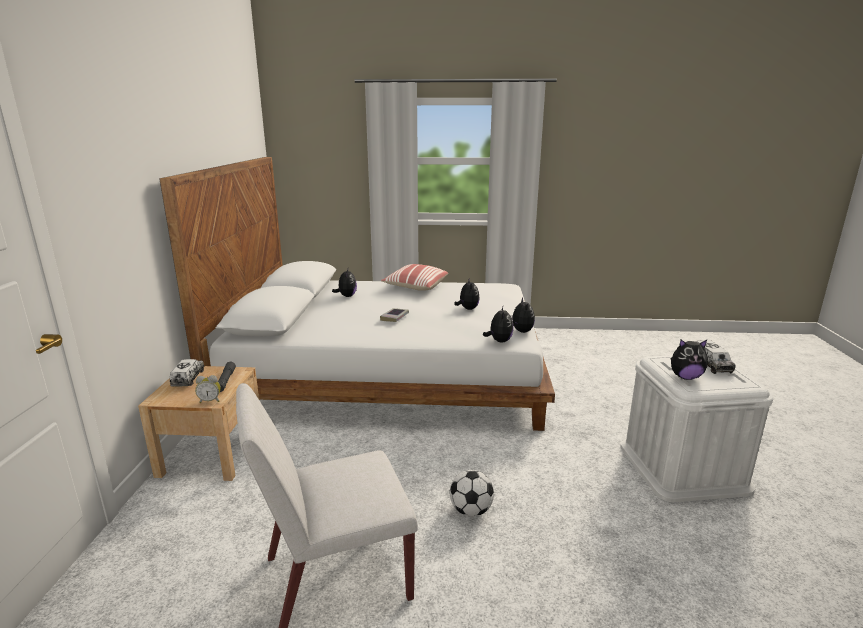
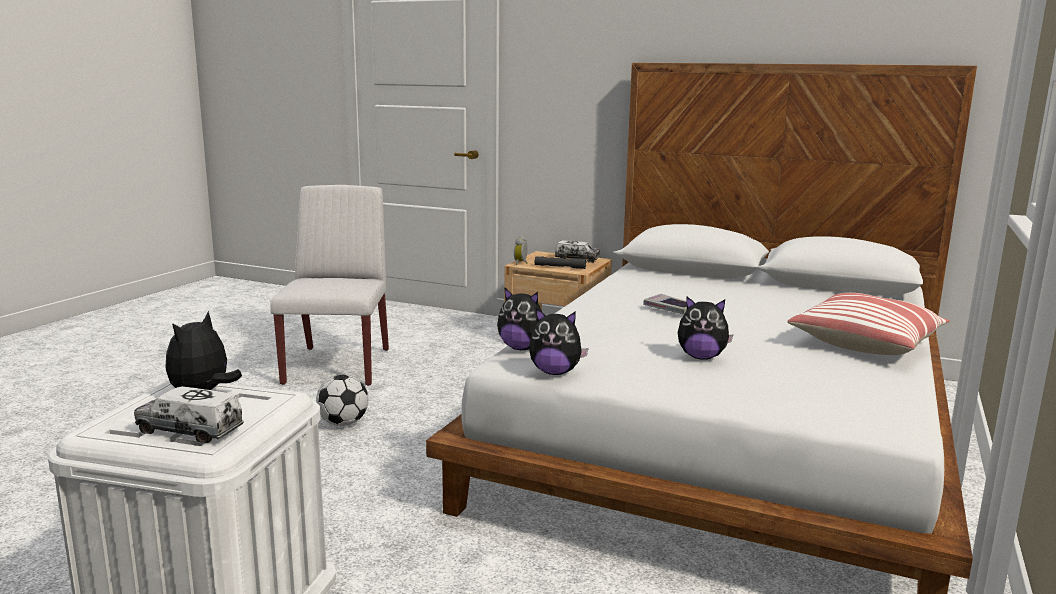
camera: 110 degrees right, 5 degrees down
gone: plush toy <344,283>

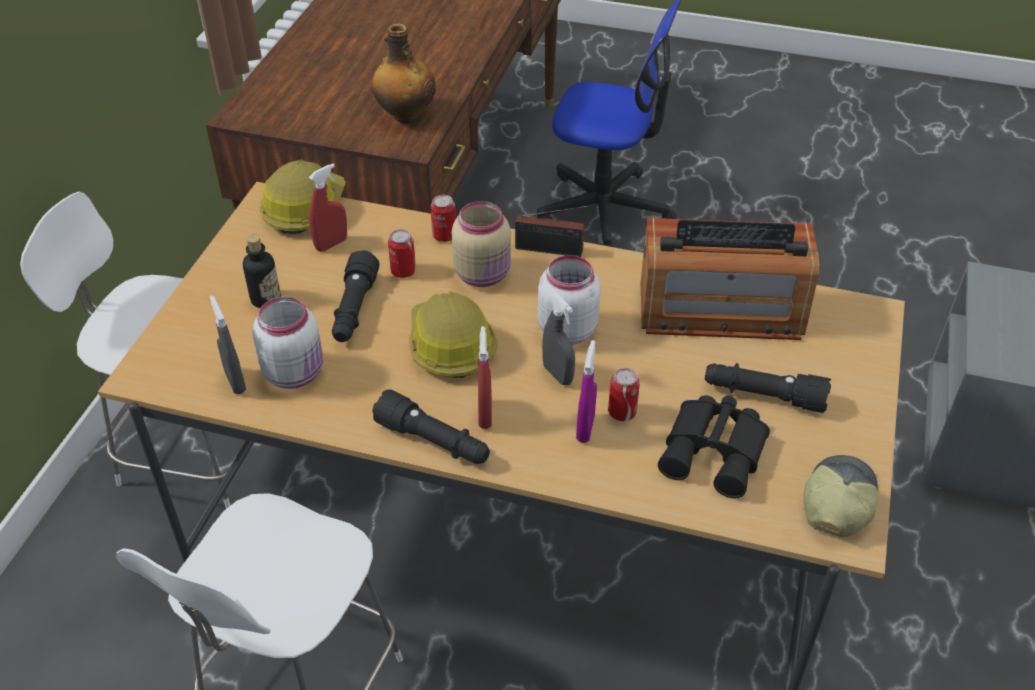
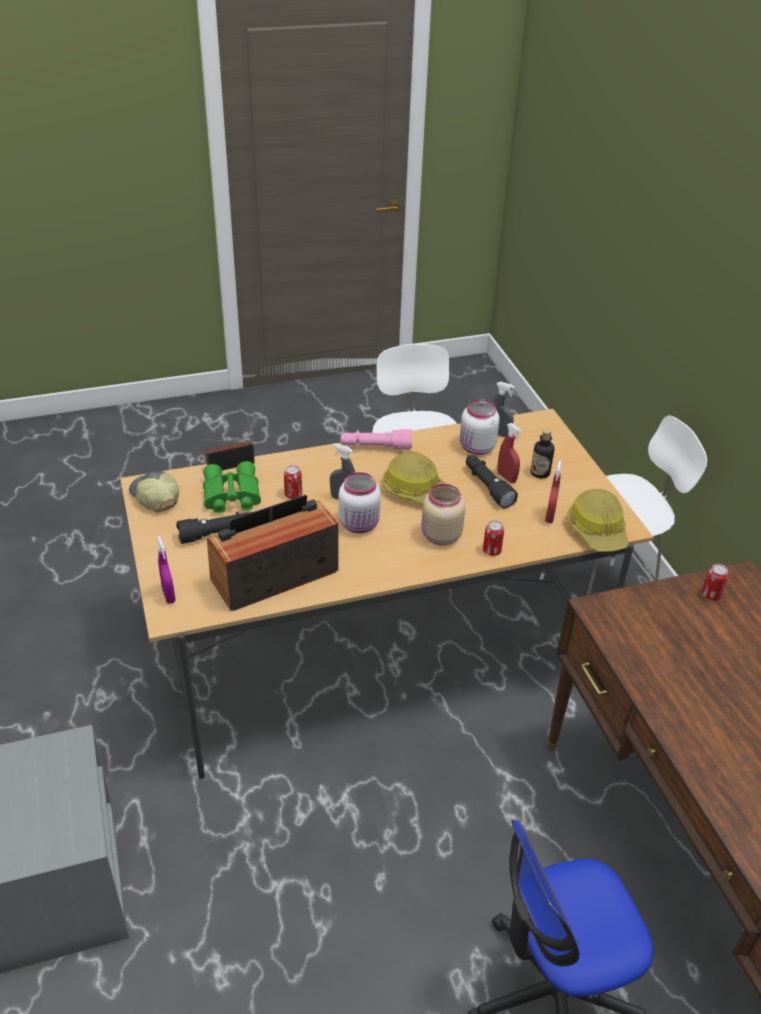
camera: 145 degrees right, 5 degrees down
gone: bottle <404,74>
shifted: radio set <554,231> to <227,454>; sealed can <402,253> to <715,582>; sprayer (red-coloured) <485,377> to <509,453>; sprayer (purplish) <586,391> to <166,570>
repainted: hand torch (blackish) <431,426> to hand torch (pinkish) <376,439>; pair of binoculars (blackish) <714,446> to pair of binoculars (green) <232,487>
rotated: peaked cap <841,496> = <154,492> 150 degrees clockwise

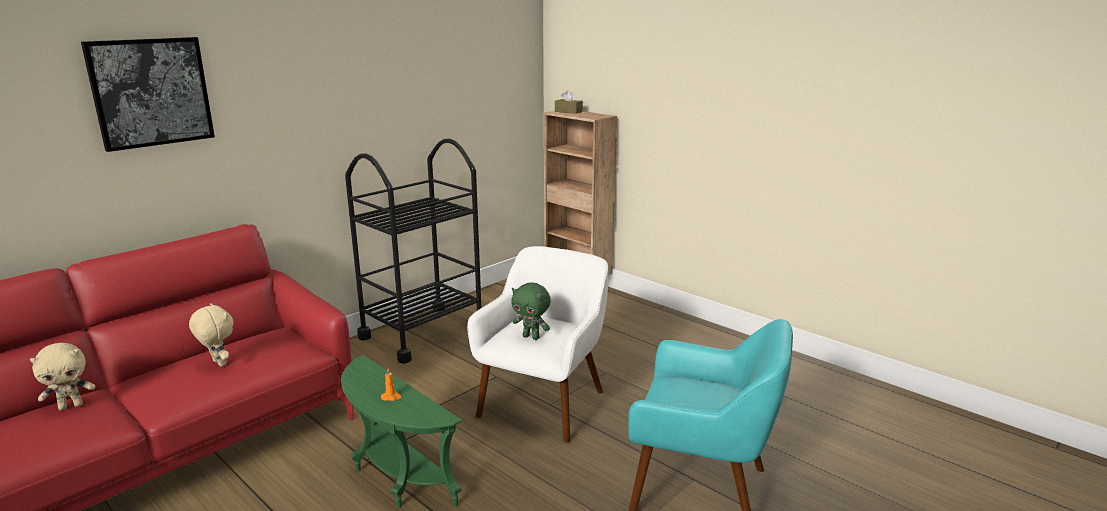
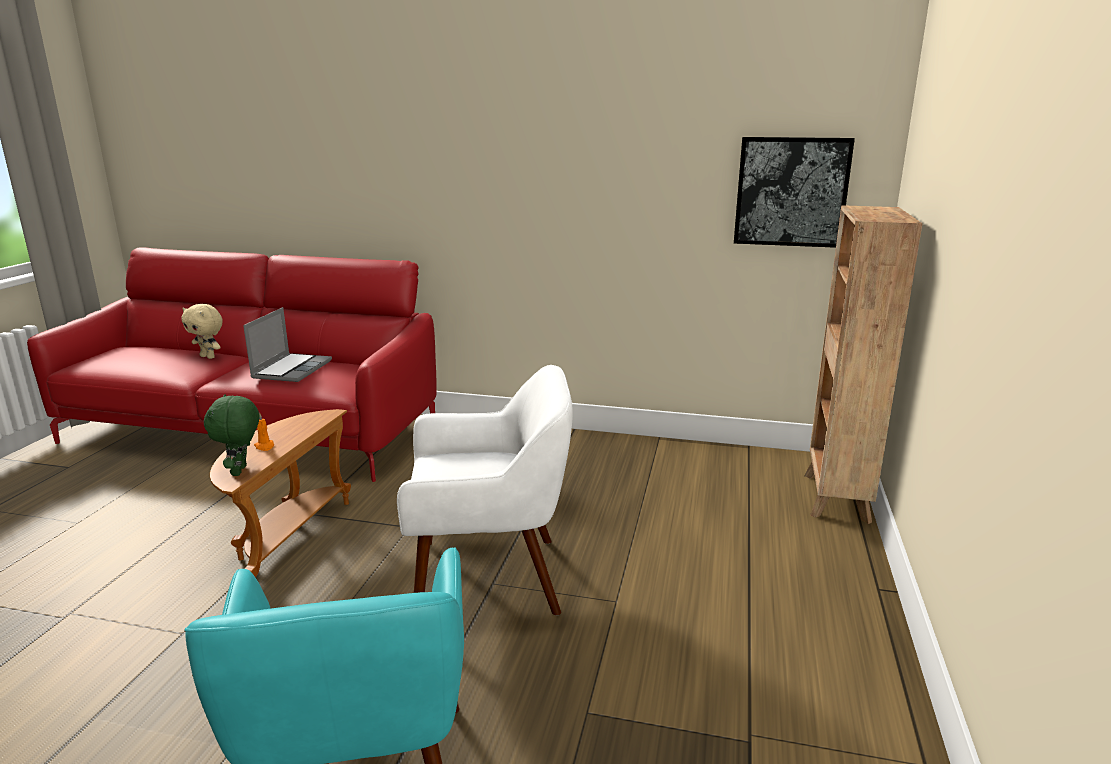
camera: 60 degrees right, 0 degrees up
gone: tissue box (brownish) <569,102>; cart (blackish) <413,251>
shifted: wall picture <148,94> to <794,192>; plush toy (green) <530,311> to <231,435>
swapped: plush toy (sand-coloured) <211,335> to laptop <287,344>
repainted: accent table (green) <401,431> to accent table (brownish) <280,493>

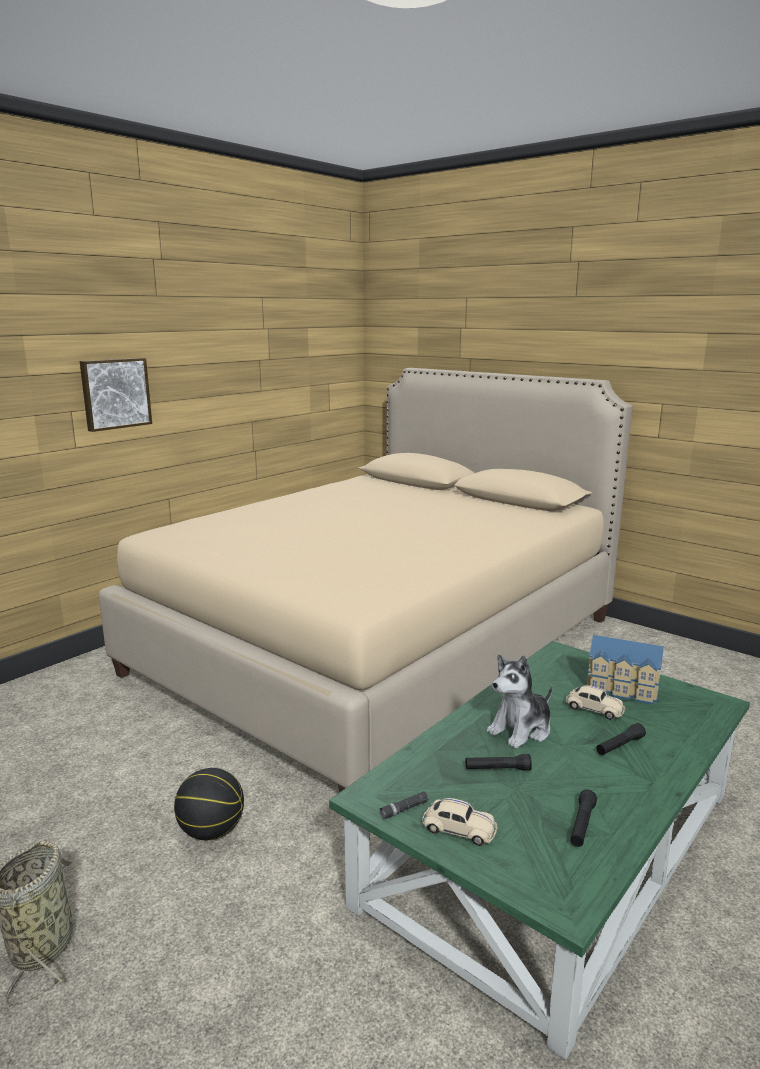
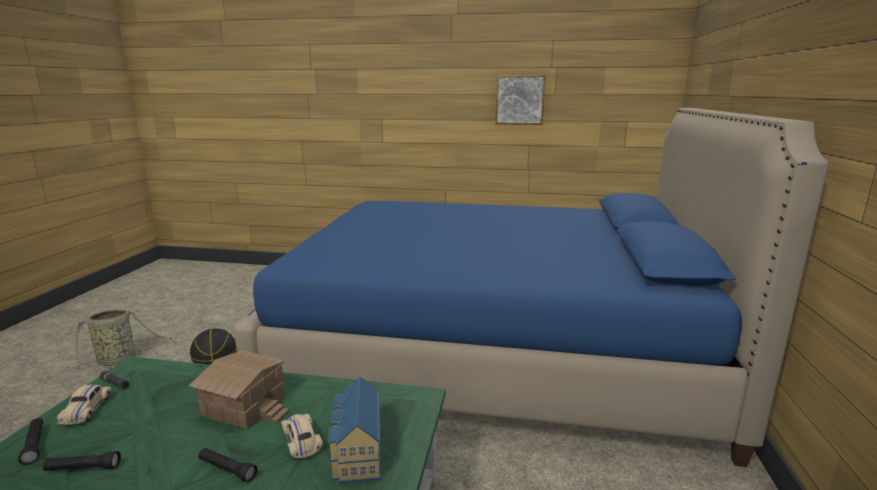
camera: 60 degrees right, 0 degrees up
shifted: wall picture <116,395> to <520,100>; hand torch (blackish) <498,762> to <30,441>
swapped: plush toy <519,701> to miniature house <239,390>
repainted: bed (sand-coloured) <366,580> to bed (blue) <531,287>
rotated: model car (sand-coloured) <596,702> = <302,436> 150 degrees clockwise

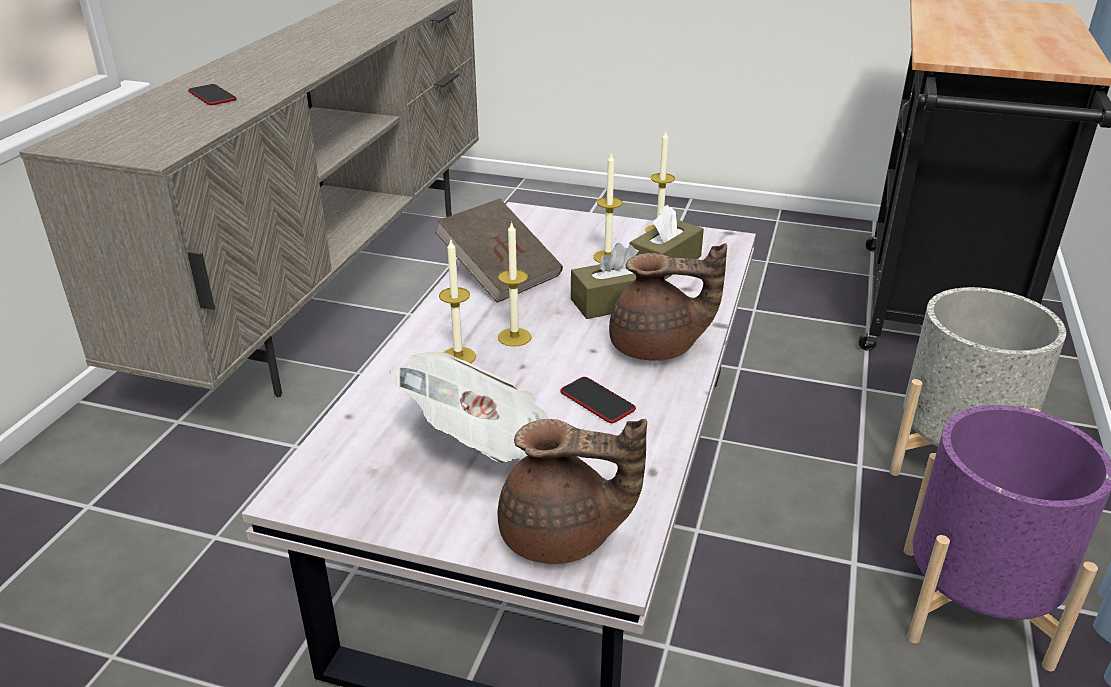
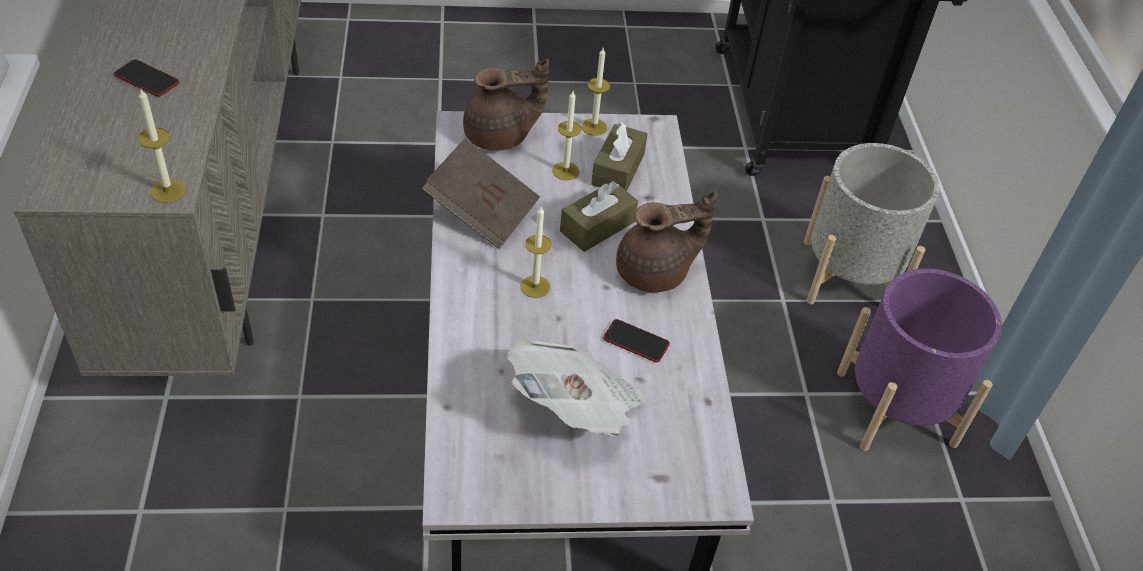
camera: 25 degrees left, 15 degrees up
shifted: wax light <457,301> to <162,146>; tea pot (brownish) <572,491> to <506,104>

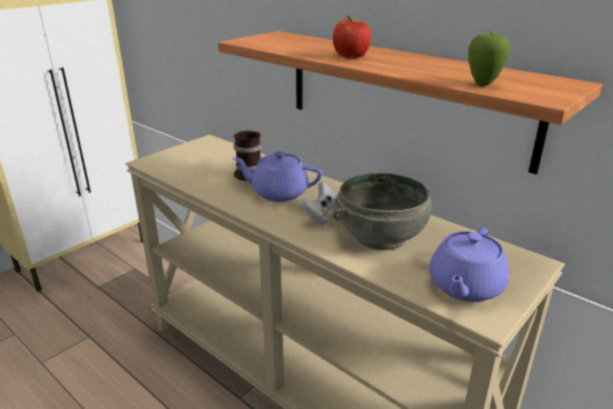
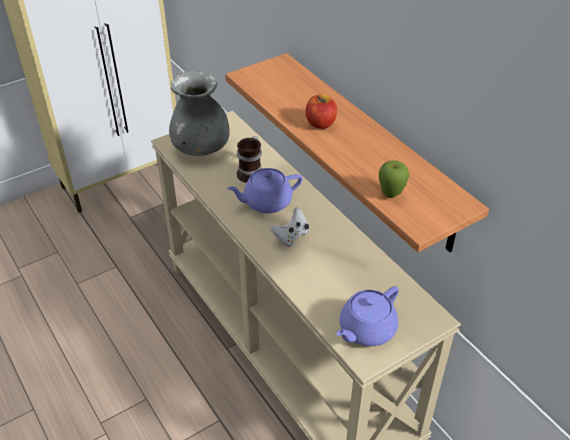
camera: 15 degrees right, 15 degrees up
gone: deep dish (greyish) <382,211>
new: flower vase (greyish) <199,113>
rotated: tea pot (purplish) <277,176> = <265,190> 45 degrees counterclockwise

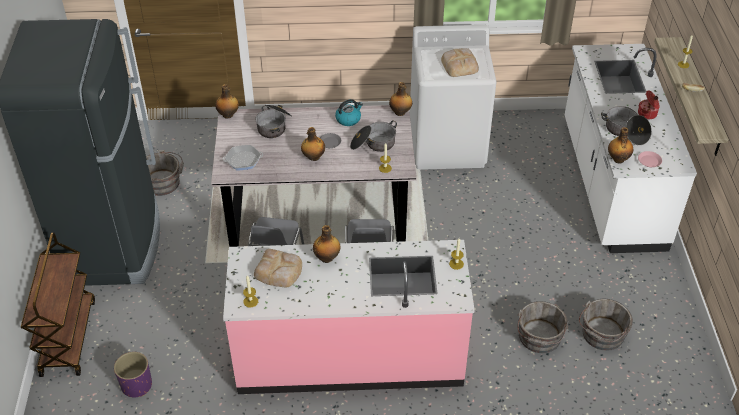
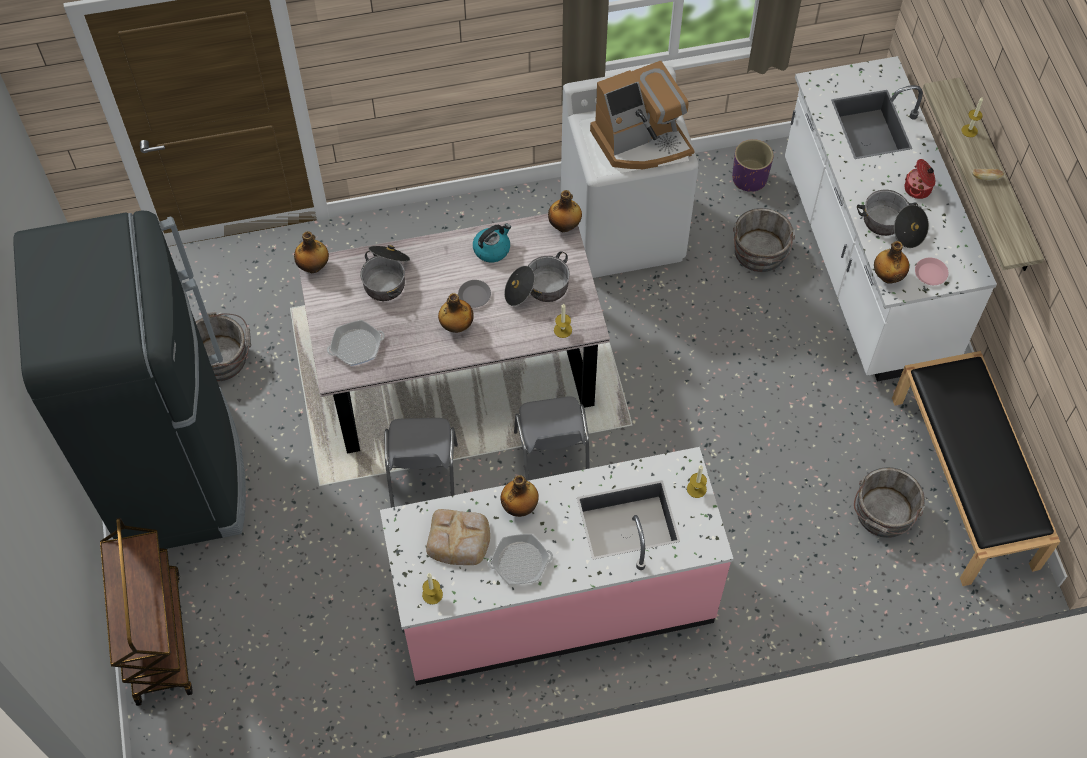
camera: 10 degrees left, 15 degrees up
new: bench (blackish) <976,468>; pan <520,559>
shifted: bucket (greyish) <543,327> to <764,240>; plant pot (purplish) <133,374> to <752,165>
swapped: bread <460,62> to coffee brewer <642,115>

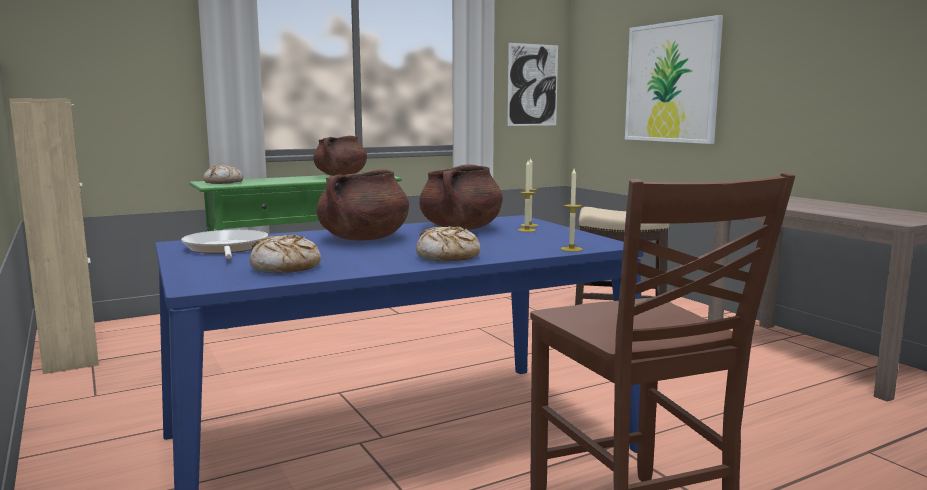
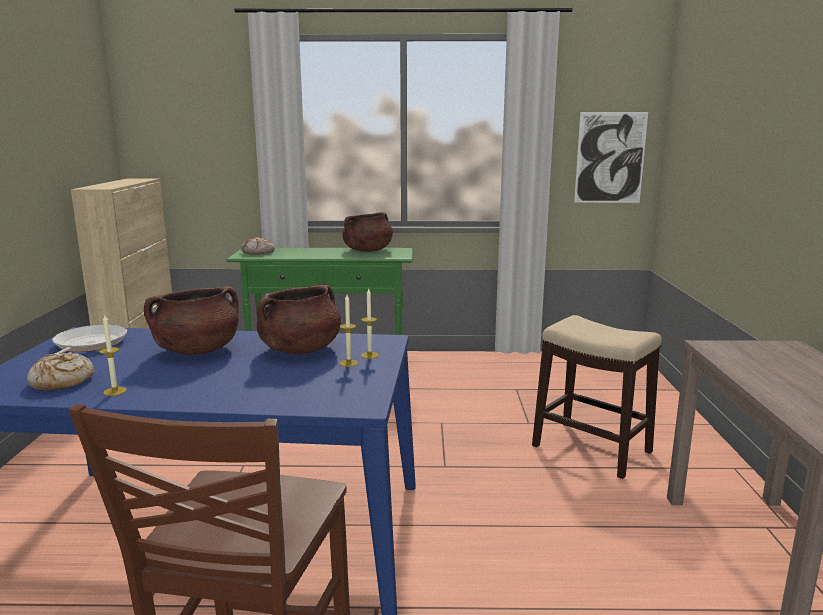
camera: 30 degrees right, 5 degrees up
gone: wall picture <674,79>; bread <448,243>
shifted: wax light <572,210> to <113,355>

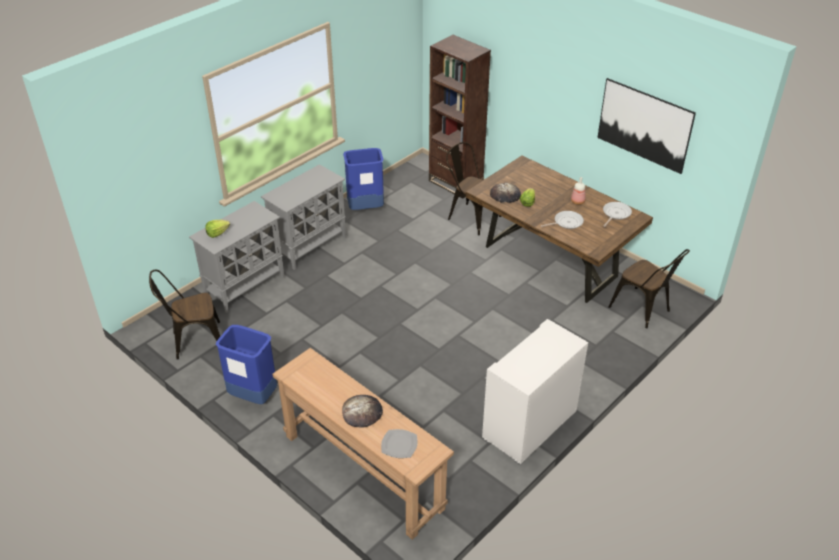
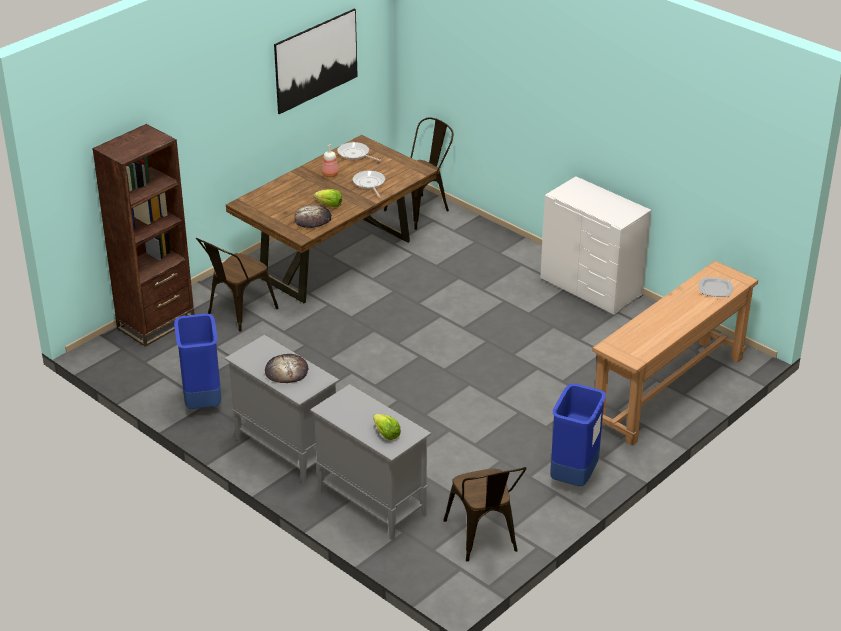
camera: 90 degrees left, 5 degrees down
shifted: bread <362,411> to <286,368>

